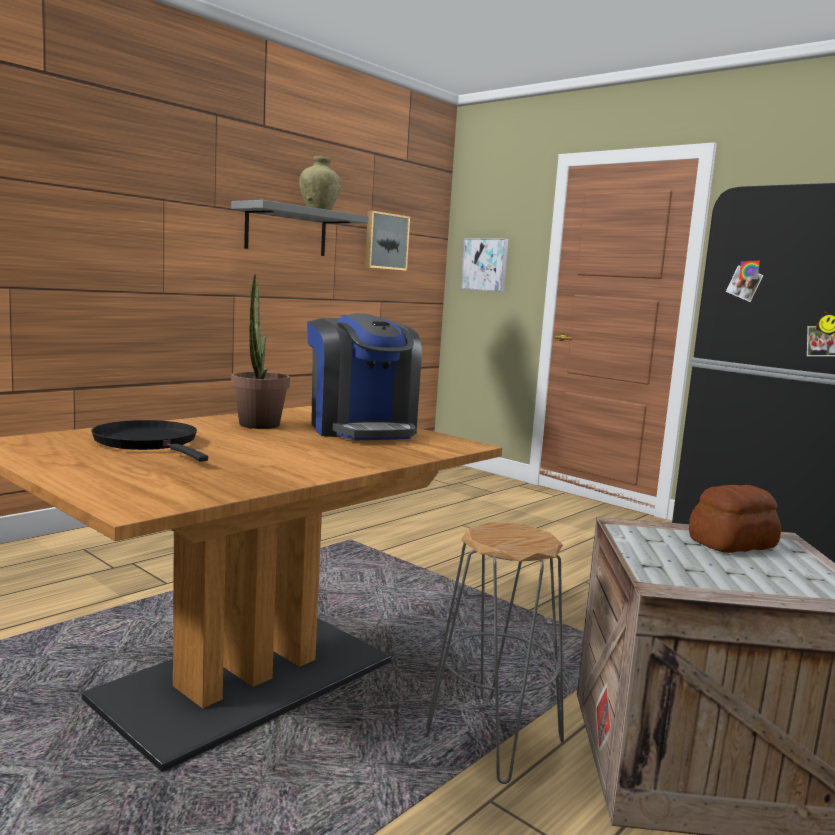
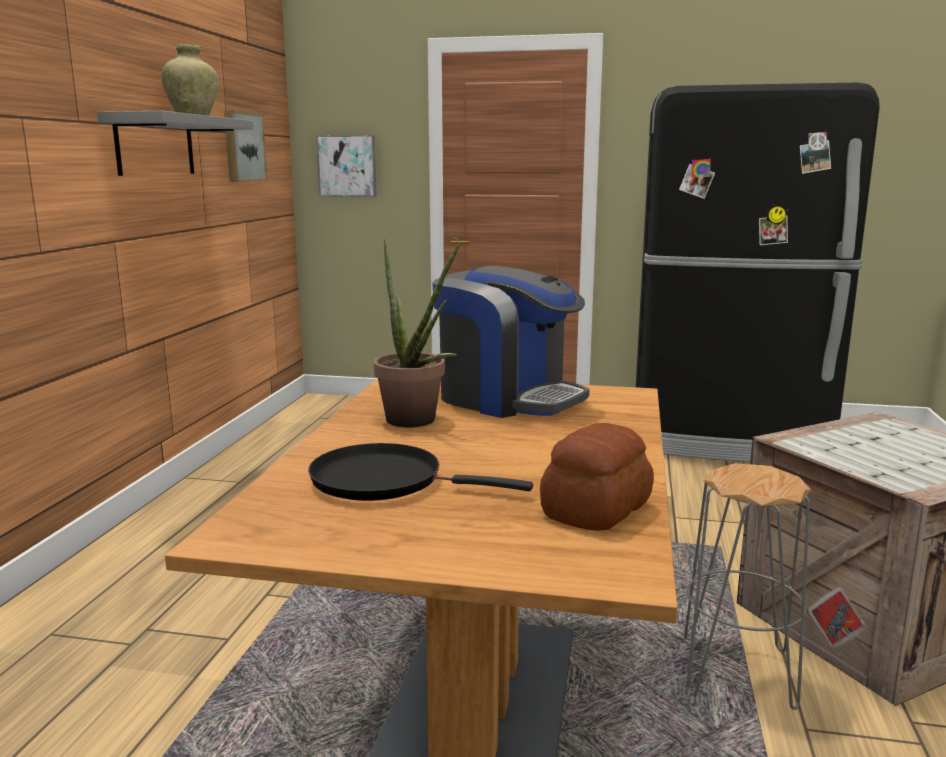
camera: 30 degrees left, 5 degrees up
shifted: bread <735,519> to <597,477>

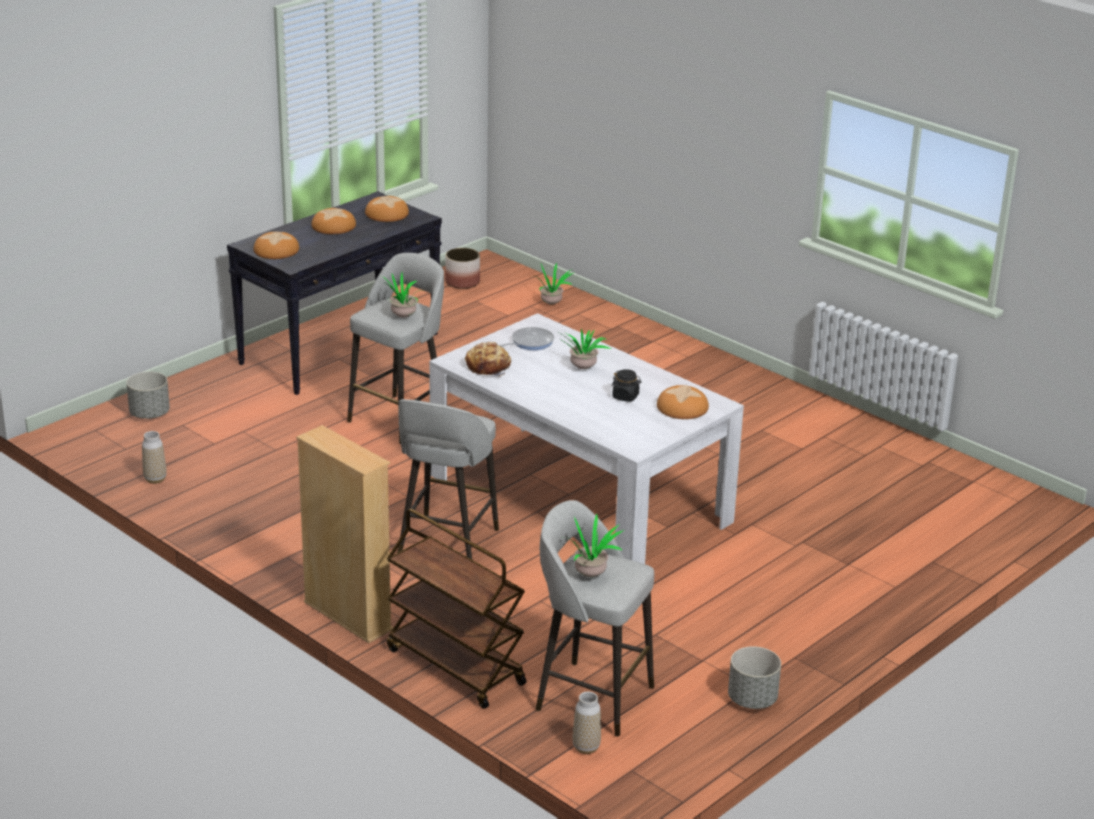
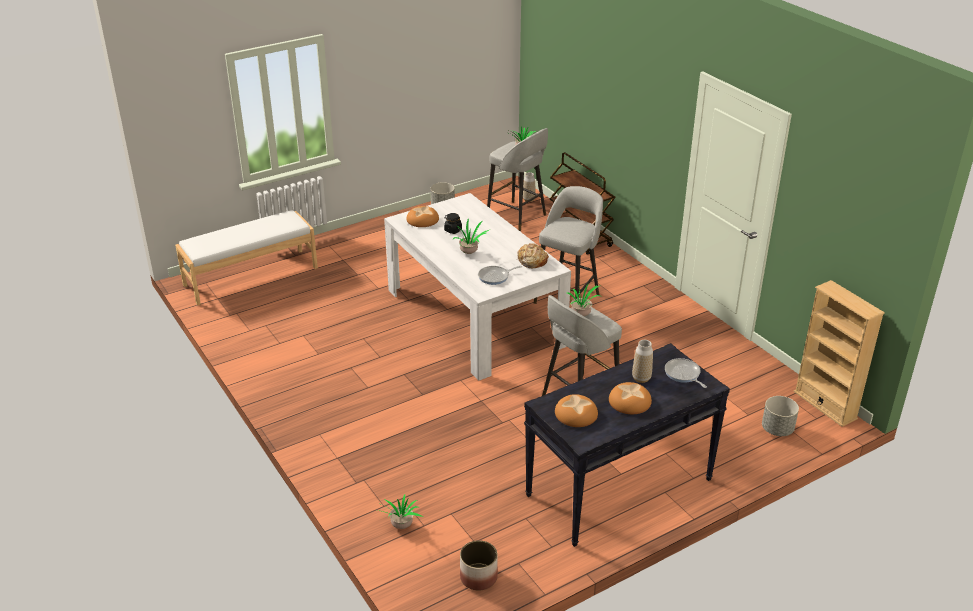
camera: 165 degrees left, 5 degrees up
new: bench (white) <246,257>
shifted: bookcase (sand-coloured) <345,534> to <839,353>; flower vase <154,457> to <642,361>
swapped: bread <276,245> to pan <686,373>

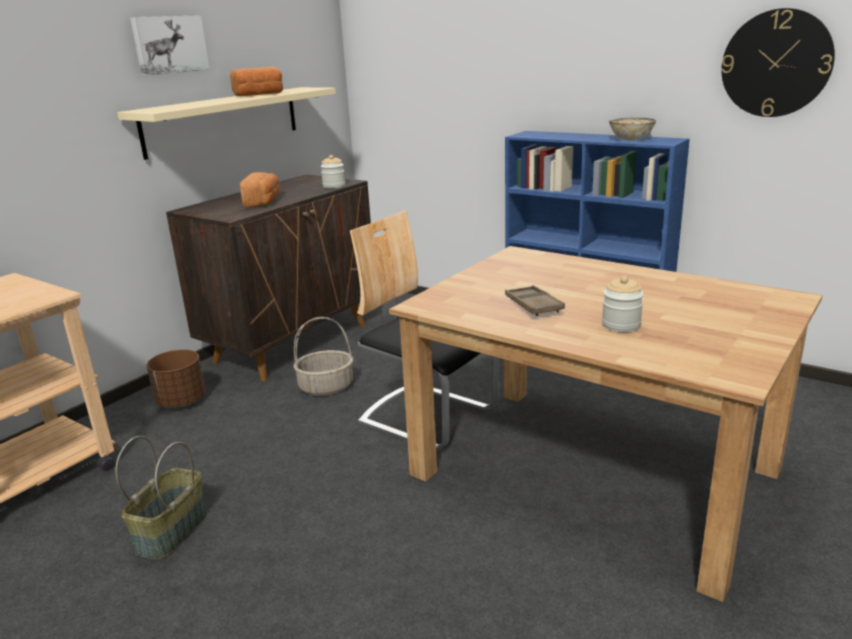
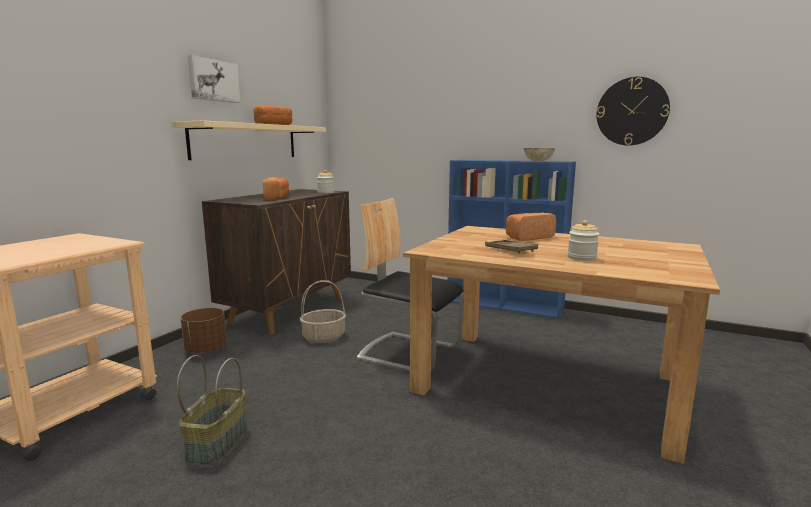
camera: 10 degrees left, 10 degrees down
new: bread <531,226>

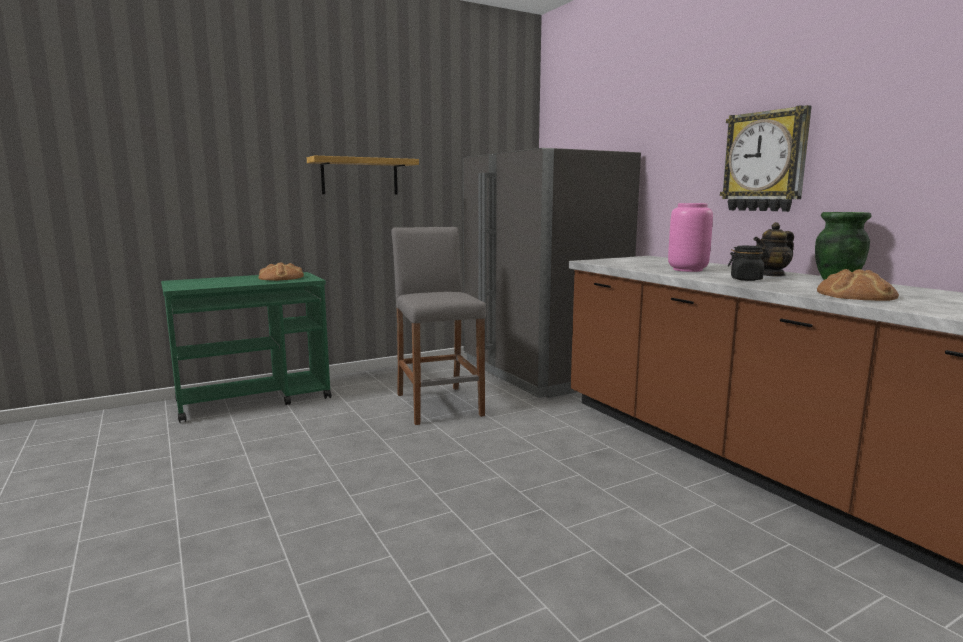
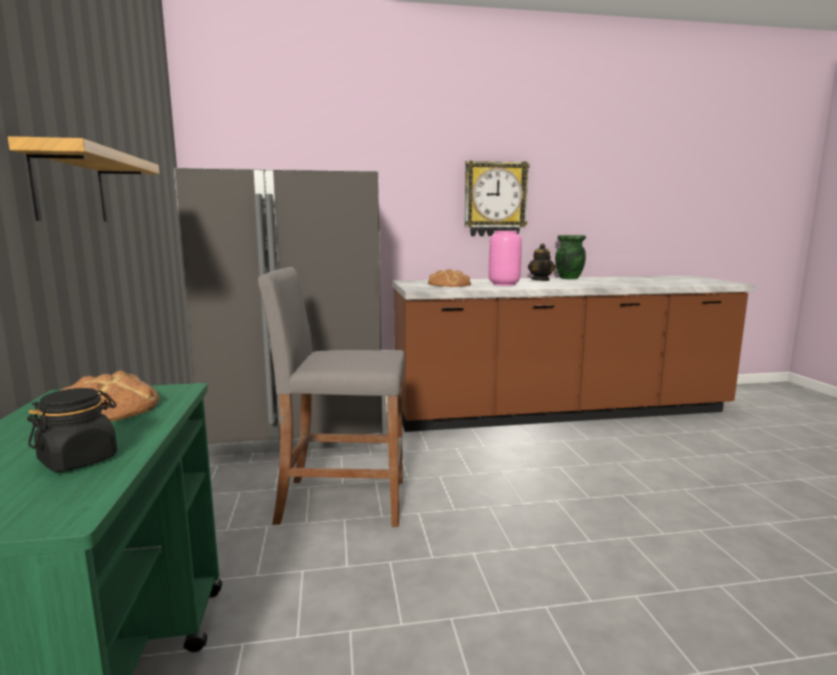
camera: 70 degrees left, 0 degrees up
shifted: preserve jar (blackish) <749,263> to <72,430>; bread <858,285> to <449,278>

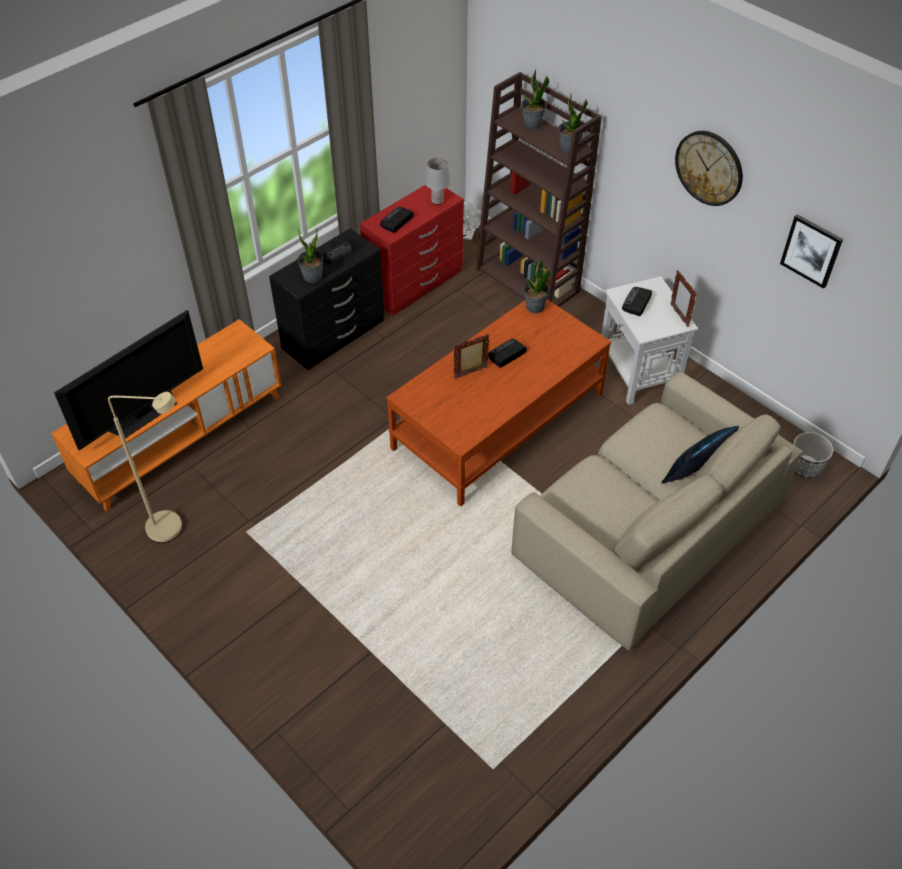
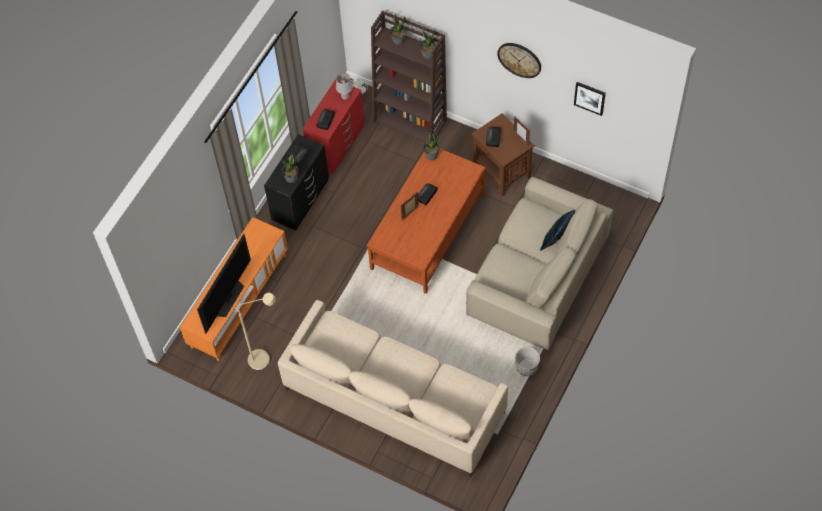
camera: 15 degrees left, 10 degrees up
new: settee (sand-coloured) <393,388>
shifted: plant pot <813,455> to <527,361>
repainted: accent table (white) <649,340> to accent table (brownish) <503,154>

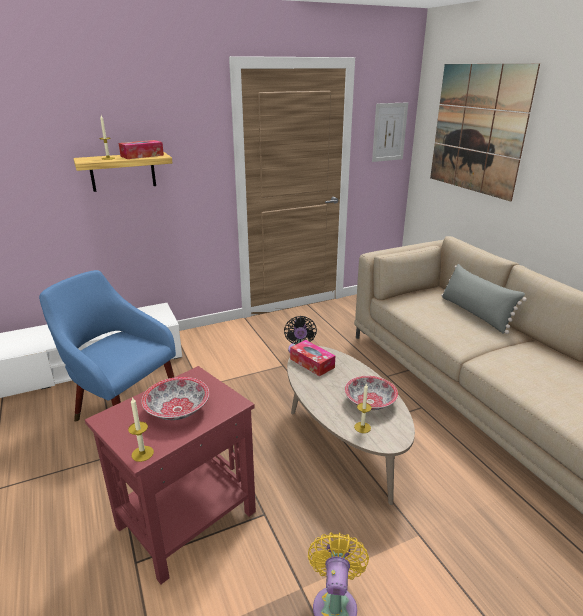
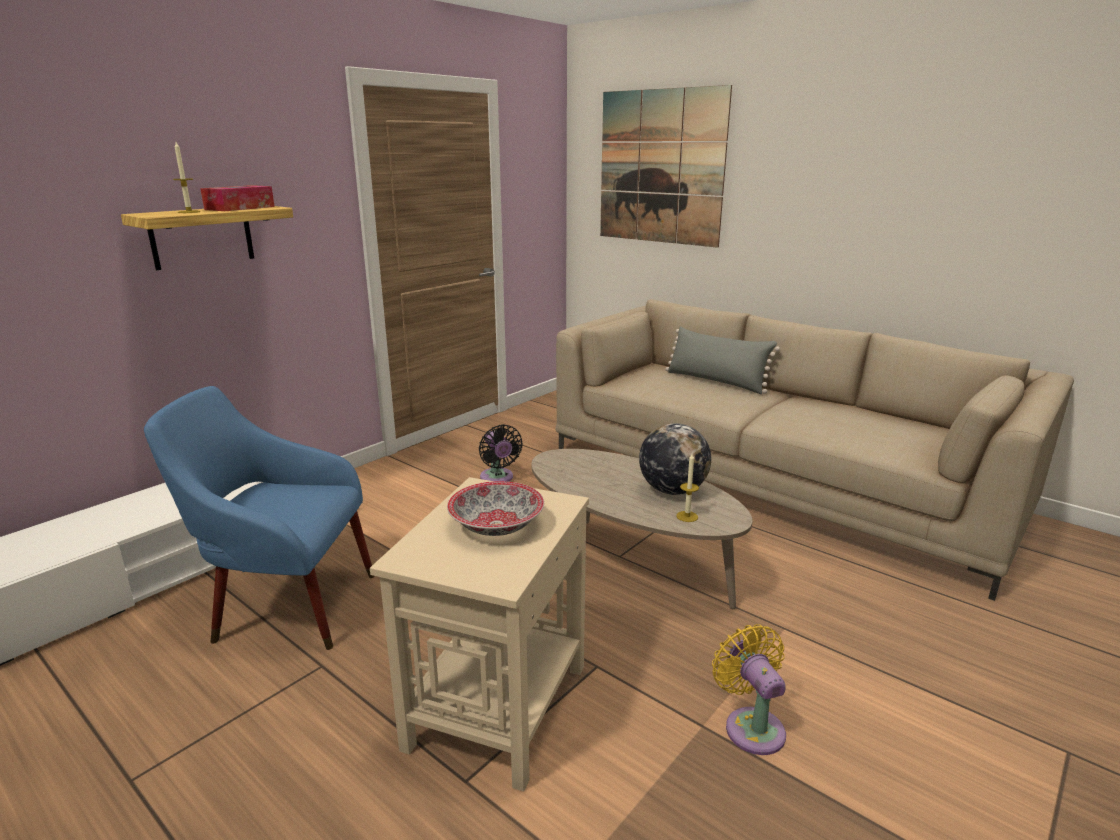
camera: 25 degrees left, 5 degrees down
gone: wall picture <390,132>; tissue box <312,358>; wax light <141,429>
swapped: deep dish <371,393> to desk globe <675,459>
repainted: accent table (red-coloured) <170,475> to accent table (sand-coloured) <479,634>

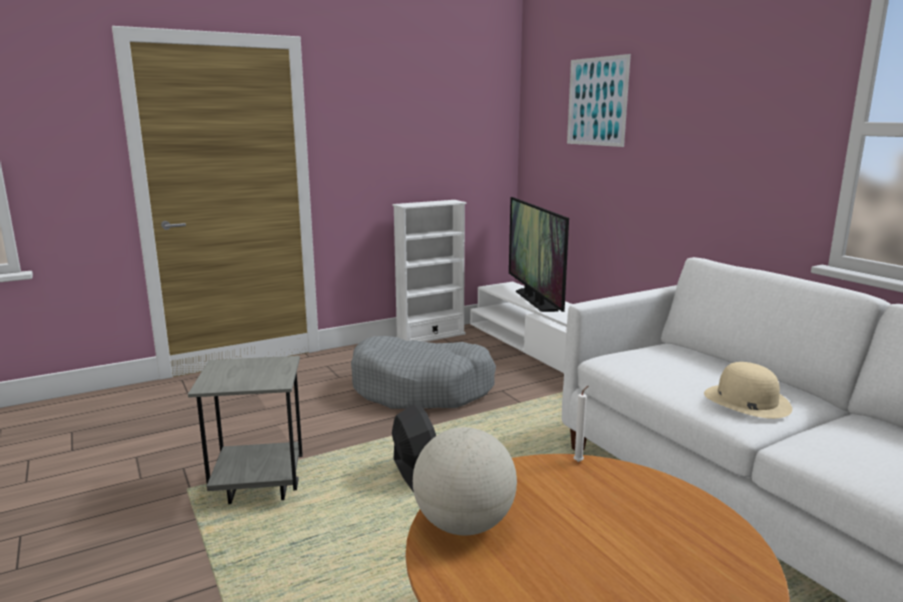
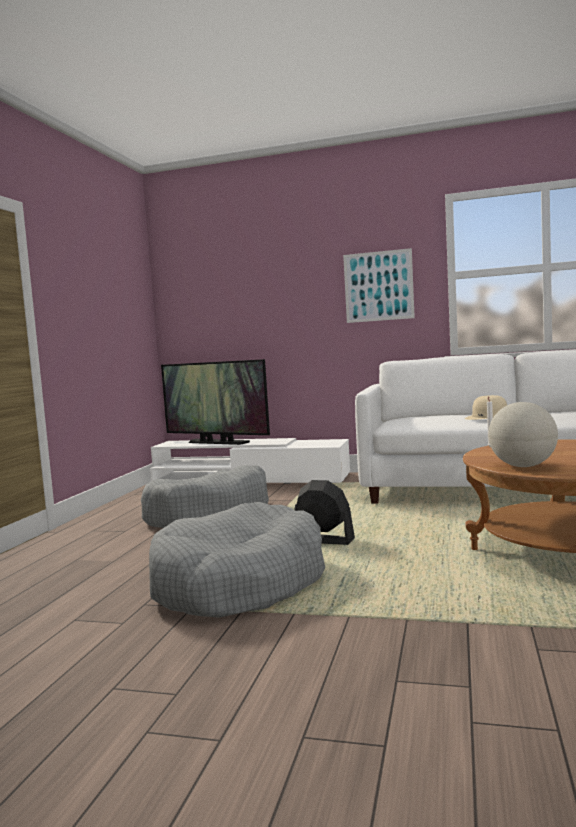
camera: 45 degrees left, 10 degrees down
gone: bookcase (white) <429,271>
shifted: wall picture <599,100> to <379,285>
swapped: accent table (greyish) <245,430> to dog bed (greyish) <237,560>

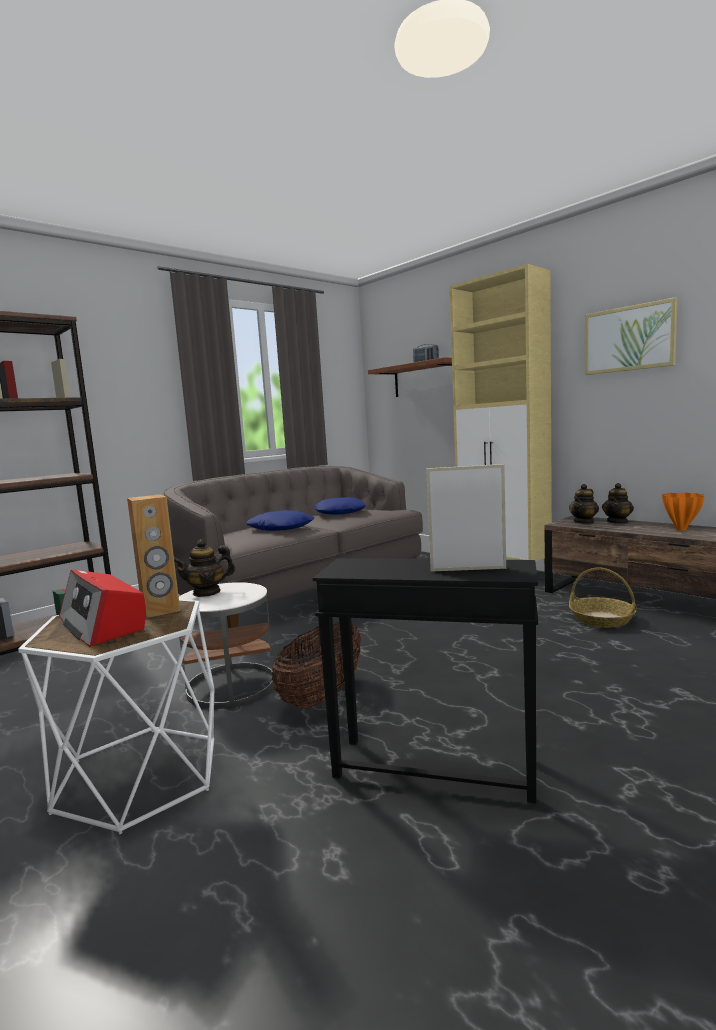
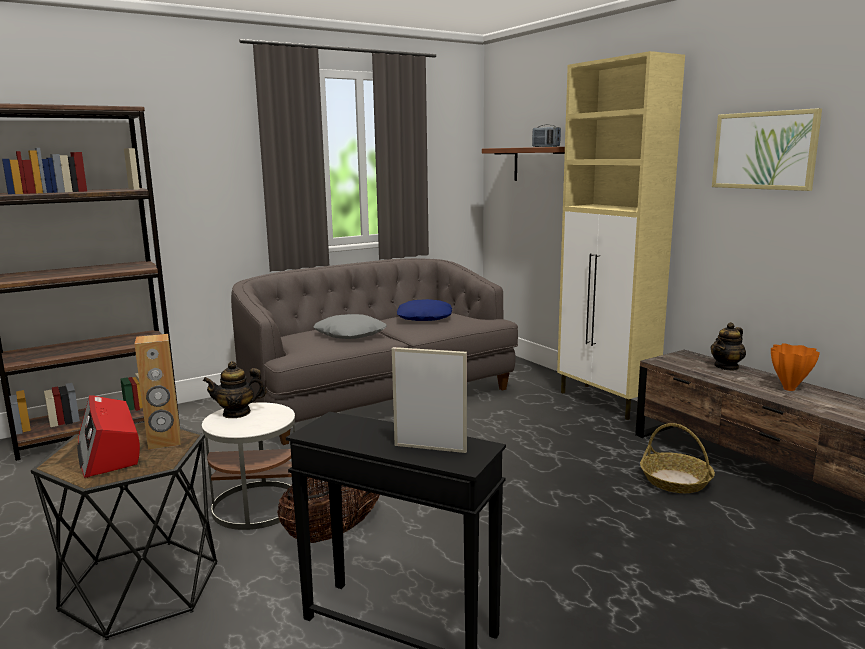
camera: 10 degrees right, 5 degrees up
gone: tea pot <584,504>
repainted: pillow (blue) <280,520> to pillow (greyish) <350,326>; accent table (white) <116,716> to accent table (blackish) <124,531>

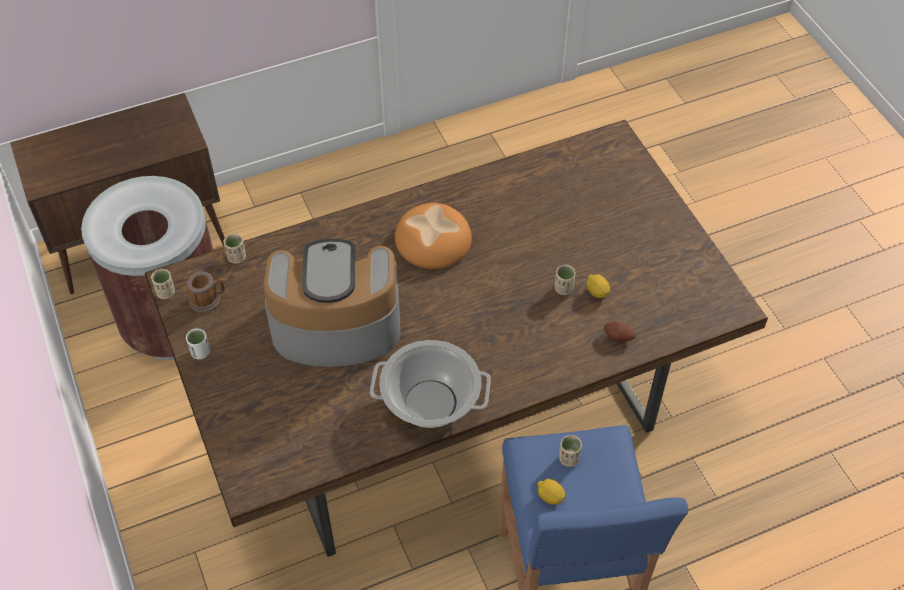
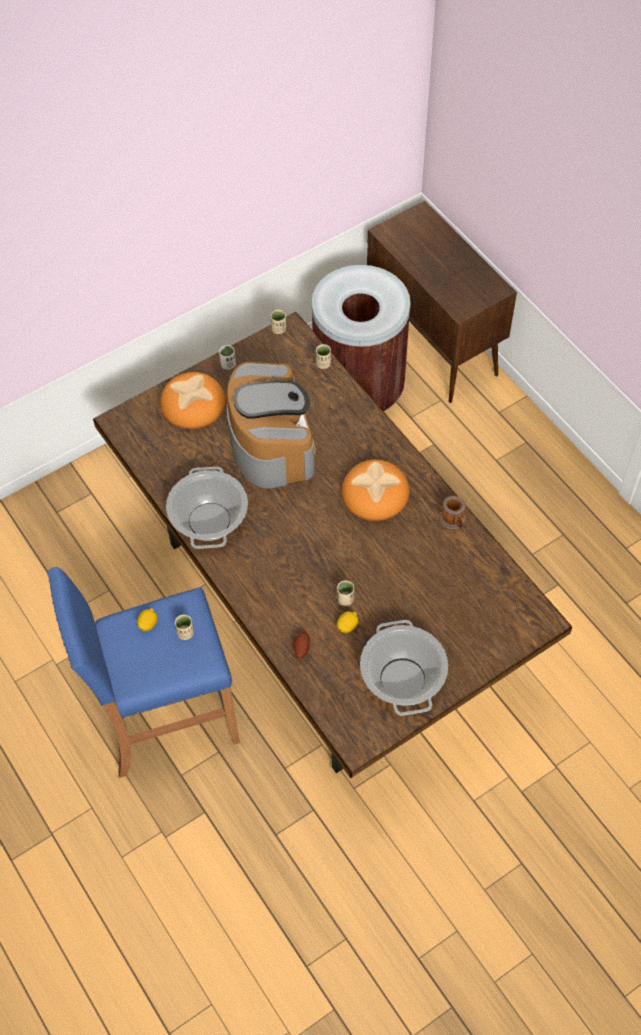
camera: 80 degrees right, 5 degrees up
new: bread <193,400>; stockpot <404,668>
shifted: coffee mug <206,292> to <452,513>

